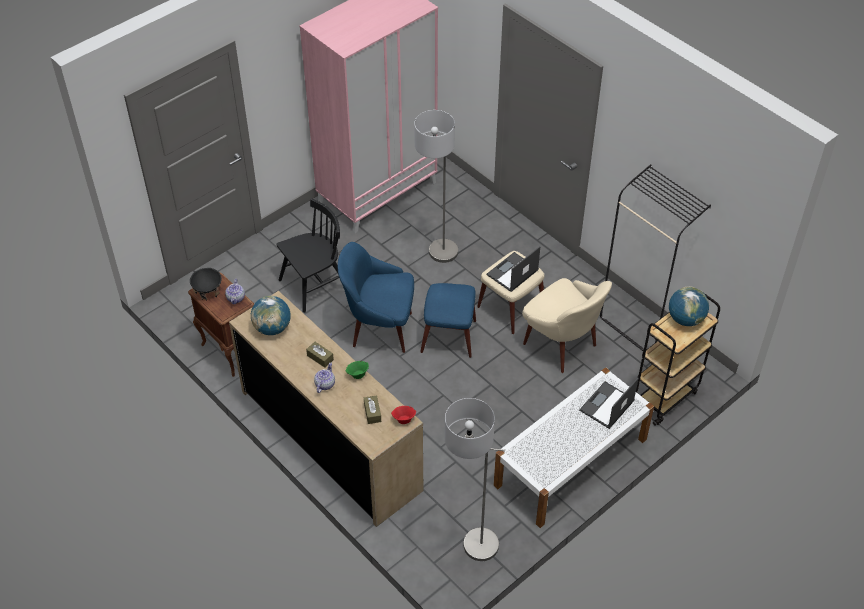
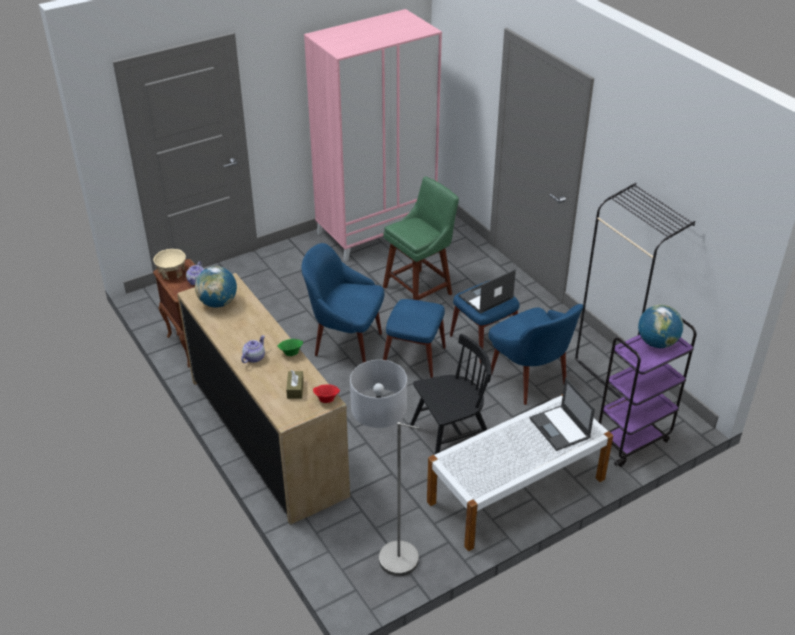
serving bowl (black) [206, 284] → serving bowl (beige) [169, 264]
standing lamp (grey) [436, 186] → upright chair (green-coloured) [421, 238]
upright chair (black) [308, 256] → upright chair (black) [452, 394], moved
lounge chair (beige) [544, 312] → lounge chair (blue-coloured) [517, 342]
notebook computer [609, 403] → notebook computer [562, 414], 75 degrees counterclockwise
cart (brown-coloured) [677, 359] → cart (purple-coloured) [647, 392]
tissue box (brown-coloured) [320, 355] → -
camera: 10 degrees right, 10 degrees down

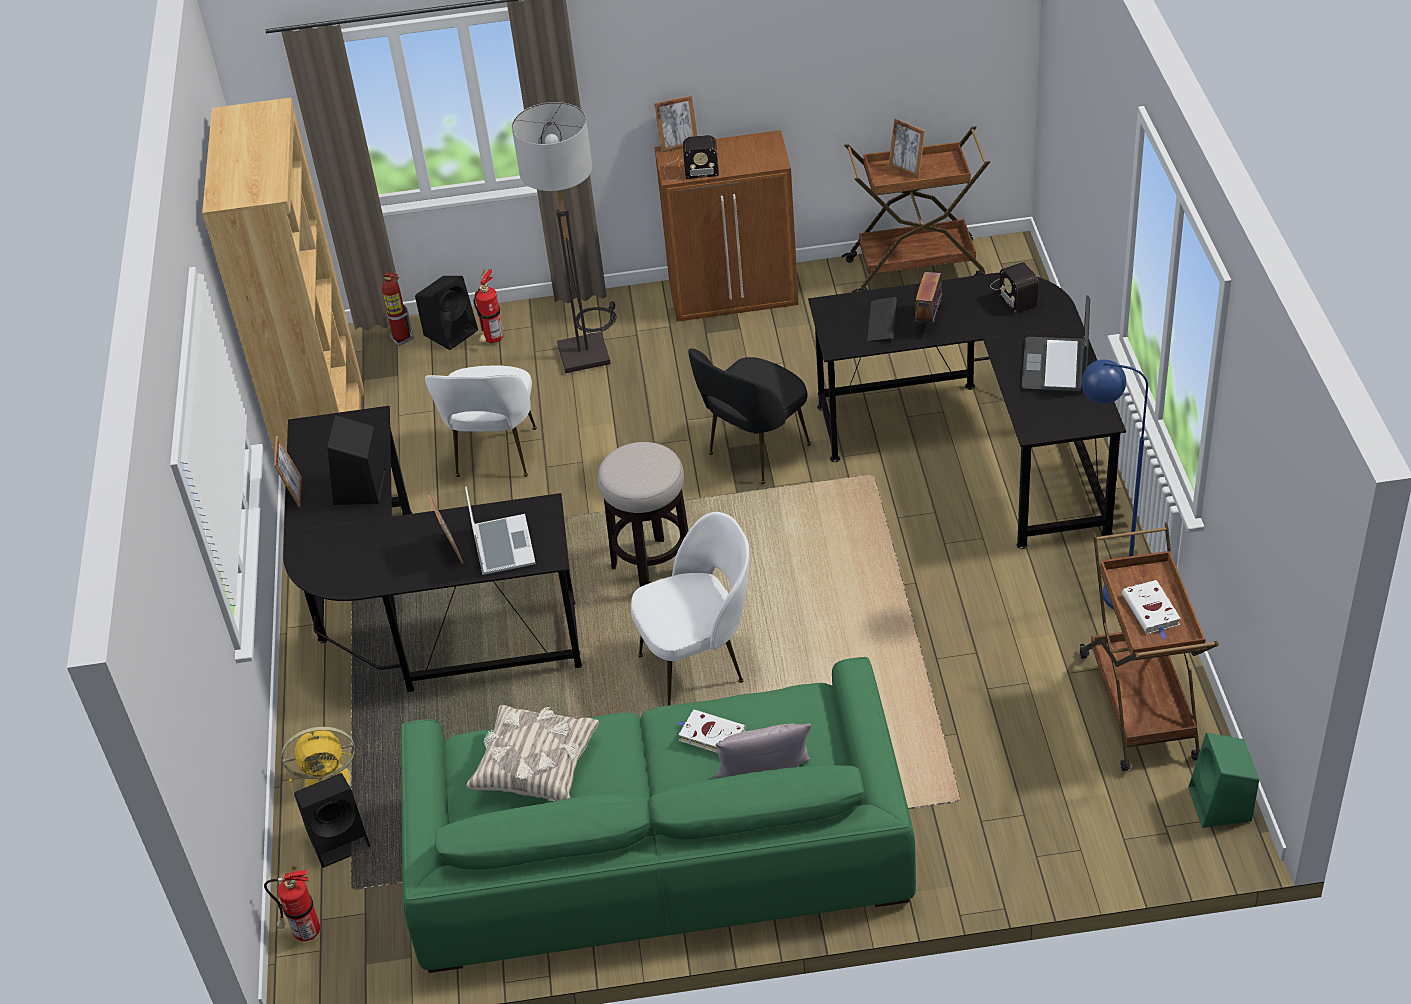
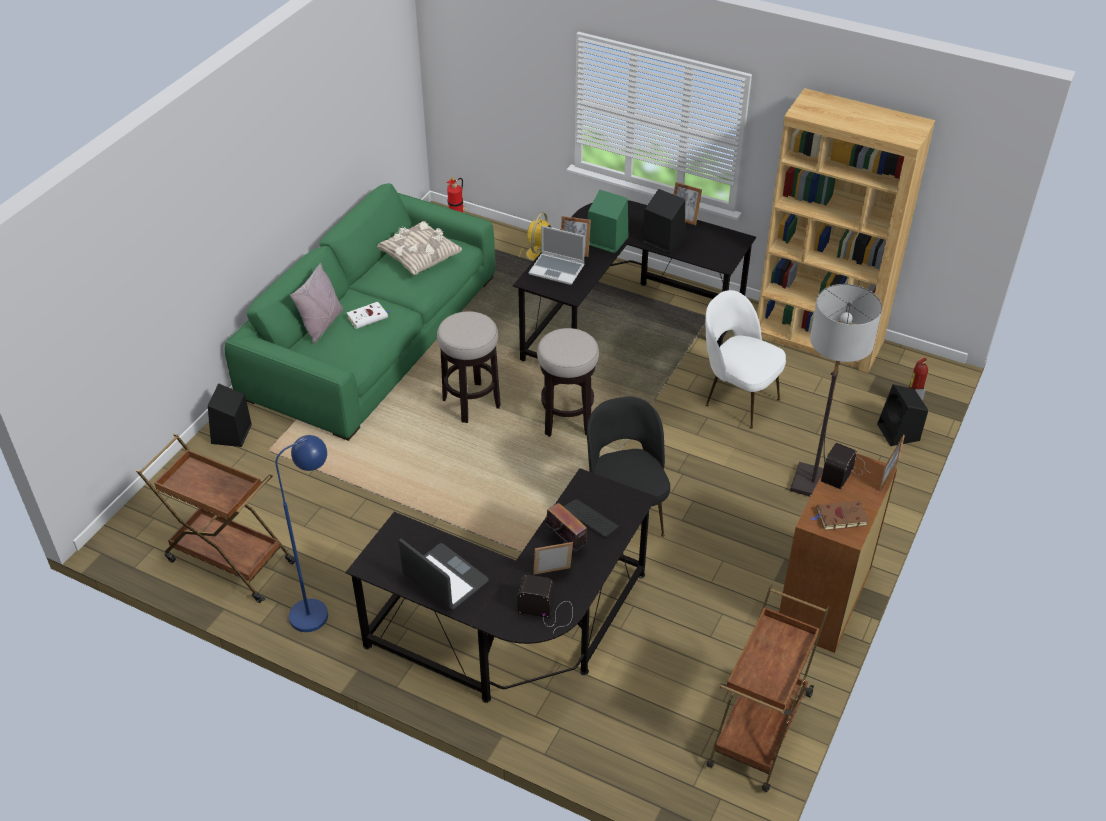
audio speaker (black) [332, 820] → audio speaker (black) [230, 415], moved
upright chair (whitish) [690, 609] → stool [469, 367]
standing frame [907, 148] → standing frame [553, 558], moved
audio speaker (green-coloured) [1223, 780] → audio speaker (green-coloured) [608, 221], moved
- → book (brown-coloured) [839, 515]
fire extinguisher [489, 306] → -
book (whitish) [1151, 609] → -
camera: 120 degrees right, 0 degrees up

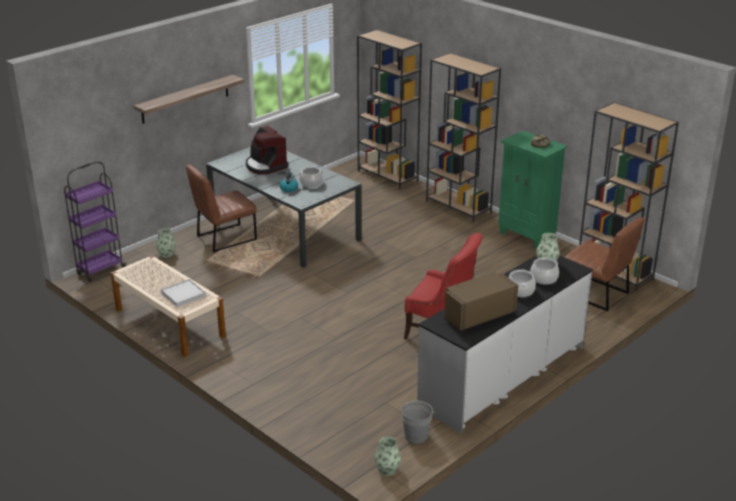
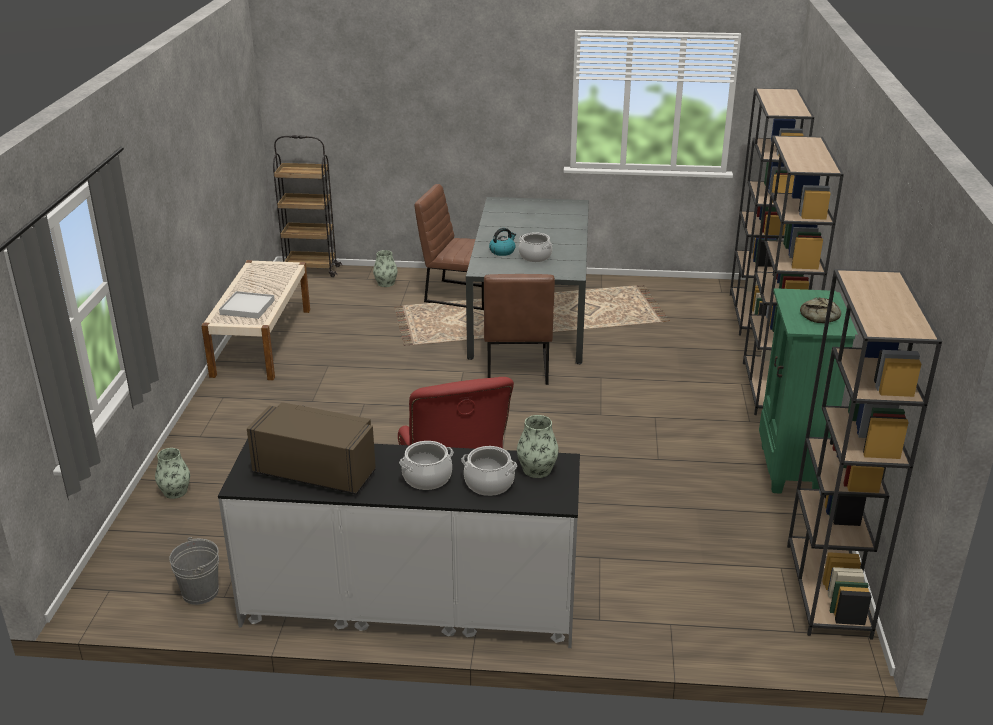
vase [388, 456] → vase [172, 473], moved
cart (purple-coloured) [95, 222] → cart (brown-coloured) [307, 206]
upright chair (brown-coloured) [605, 264] → upright chair (brown-coloured) [519, 329], moved
bracket shelf [189, 99] → -
coffee brewer [267, 150] → -
camera: 50 degrees right, 0 degrees up

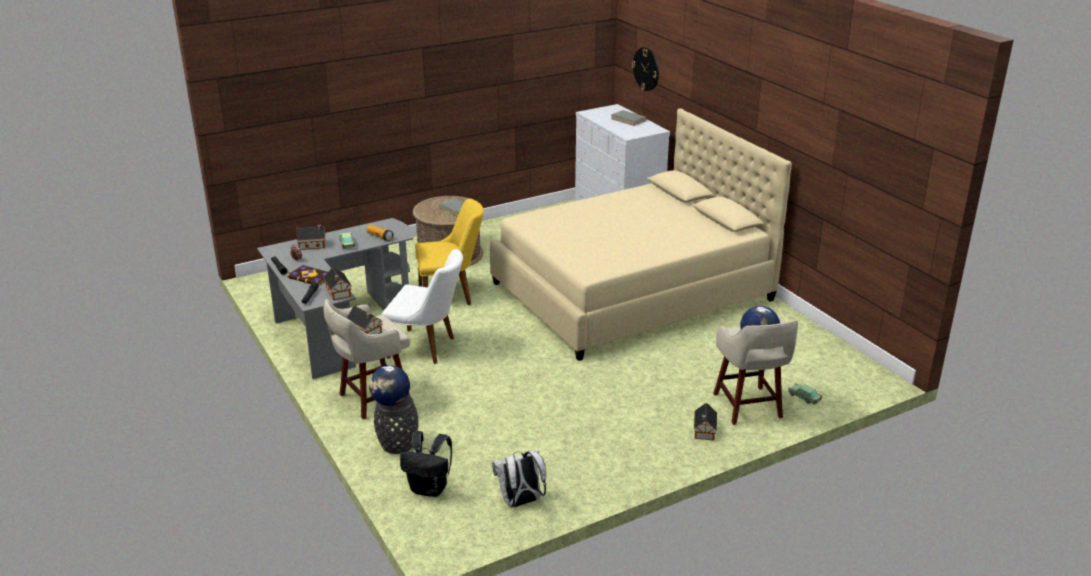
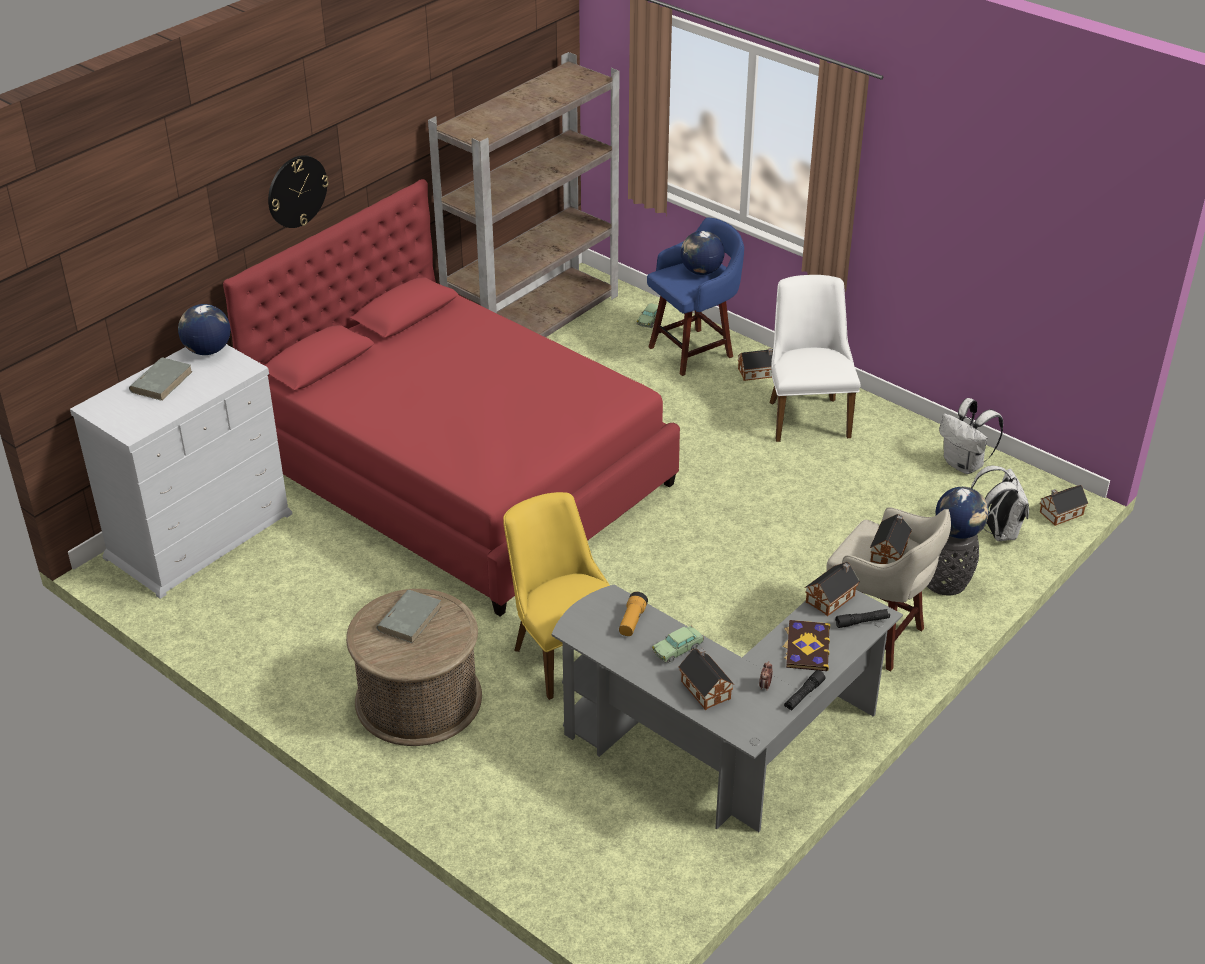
- → globe [204, 329]
bedroom bed (beige) [641, 234] → bedroom bed (red) [451, 397]
clock on the wall [645, 69] → clock on the wall [298, 191], moved
- → bookshelf (brown-coloured) [523, 194]
stool (beige) [755, 371] → stool (blue-coloured) [695, 296]
upright chair (whitish) [422, 306] → upright chair (whitish) [815, 358], moved
knapsack (black) [426, 464] → knapsack (whitish) [1000, 503]
- → model house [1064, 505]
camera: 110 degrees left, 10 degrees up

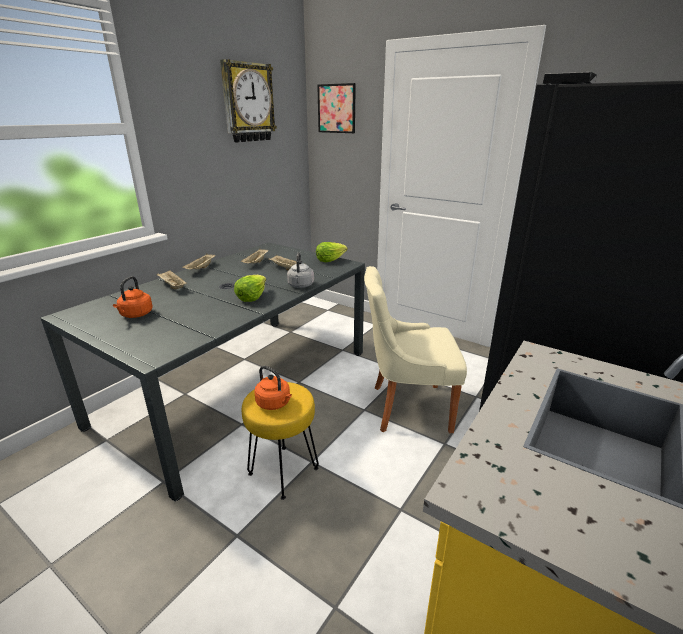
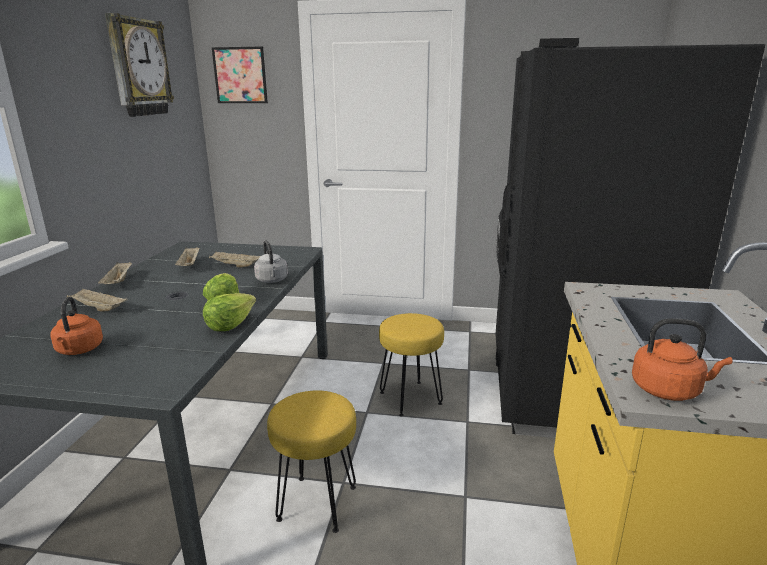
head of lettuce [332, 252] → head of lettuce [229, 312], moved
upright chair (beige) [415, 349] → stool (yellow-coloured) [411, 365]
tea kettle (orangey) [273, 388] → tea kettle (orangey) [682, 359], moved
camera: 25 degrees left, 5 degrees down

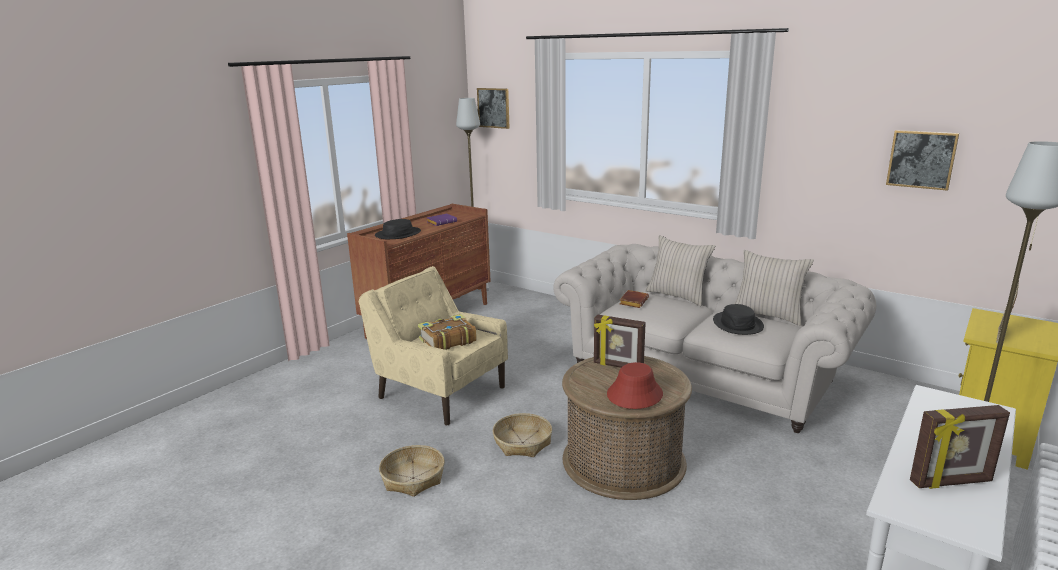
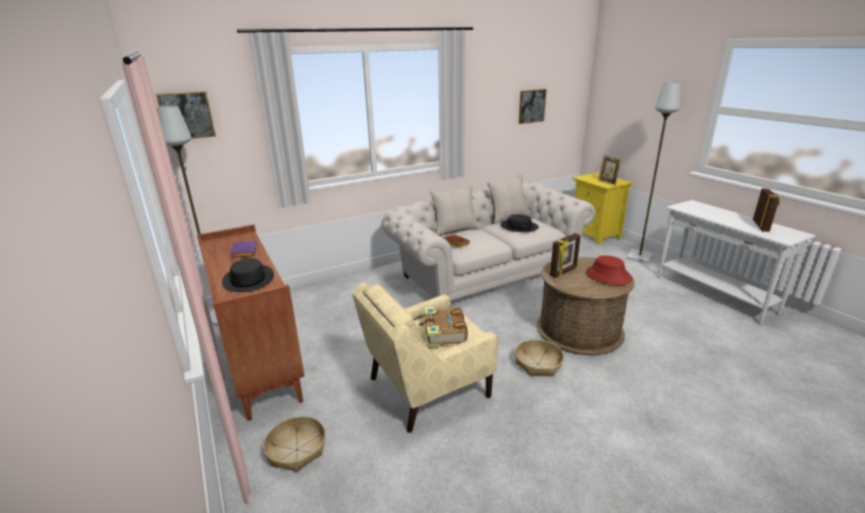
household basket [411, 471] → household basket [294, 444], moved
camera: 65 degrees left, 5 degrees up

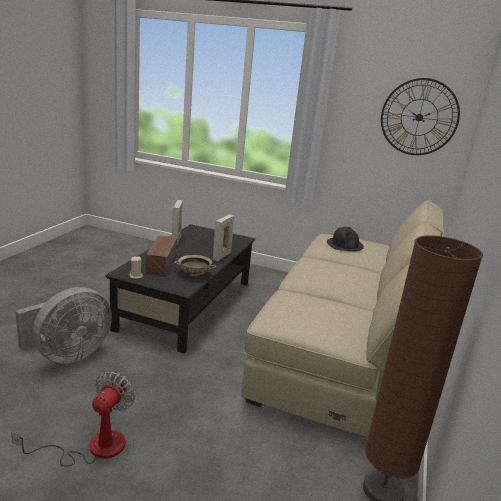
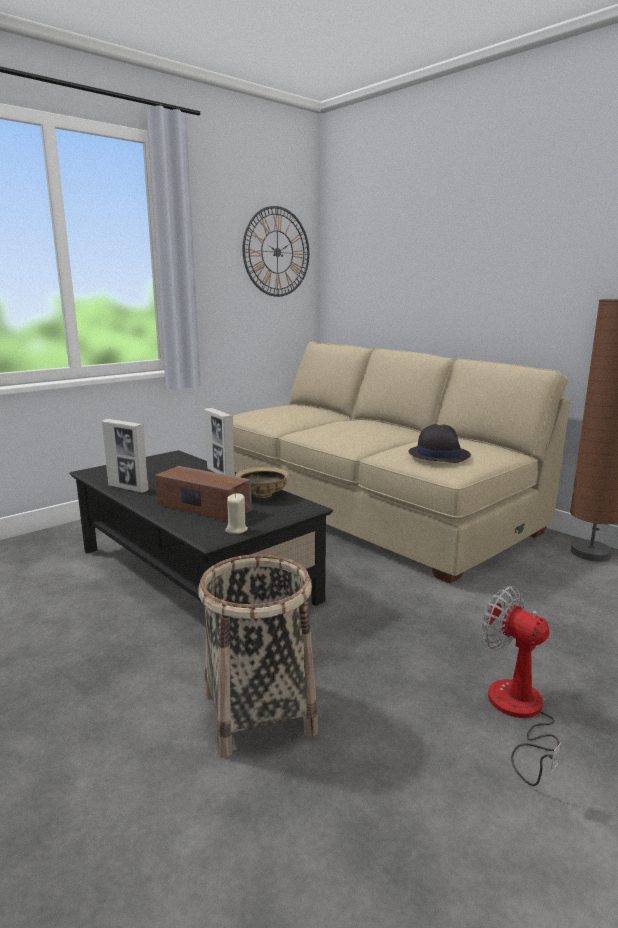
electric fan (grey) [63, 325] → household basket [258, 655]
hat (black) [345, 239] → hat (black) [440, 443], moved
camera: 60 degrees left, 5 degrees down

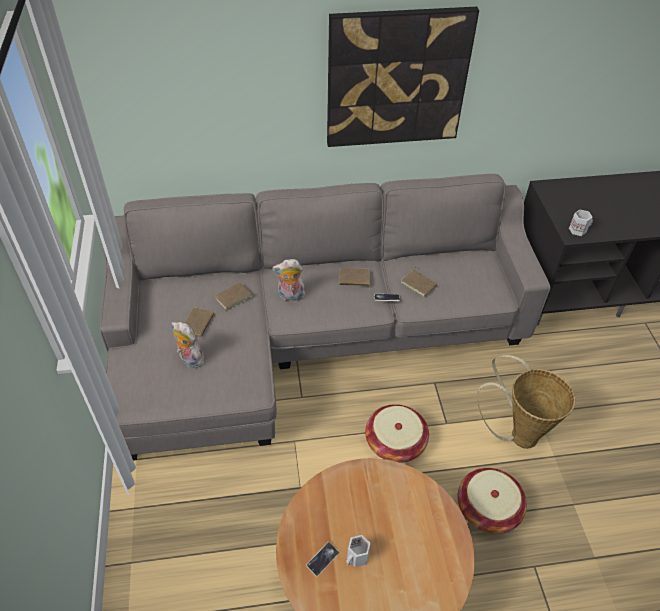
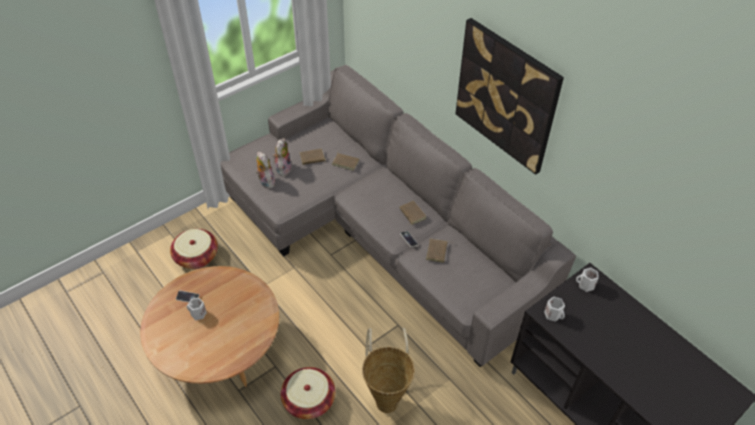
household basket [397, 433] → household basket [194, 249], moved
cuddly toy [288, 280] → cuddly toy [265, 170], moved
- → mug (whitish) [587, 280]
camera: 60 degrees right, 0 degrees up

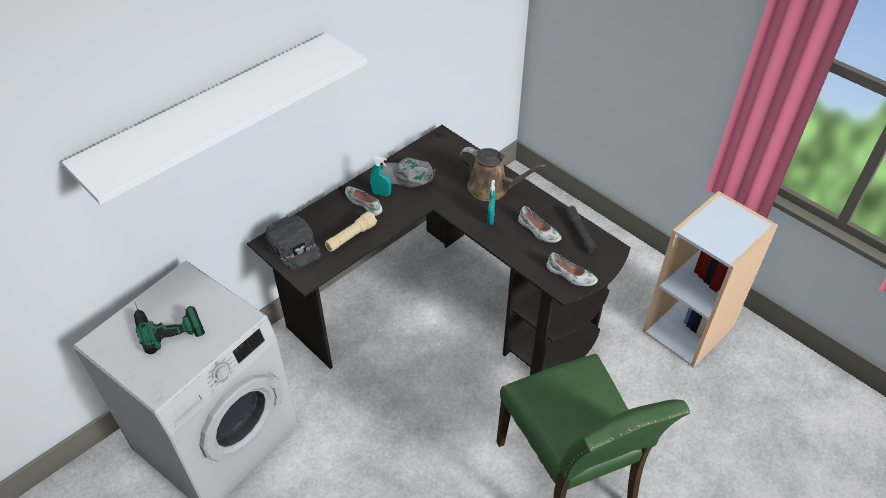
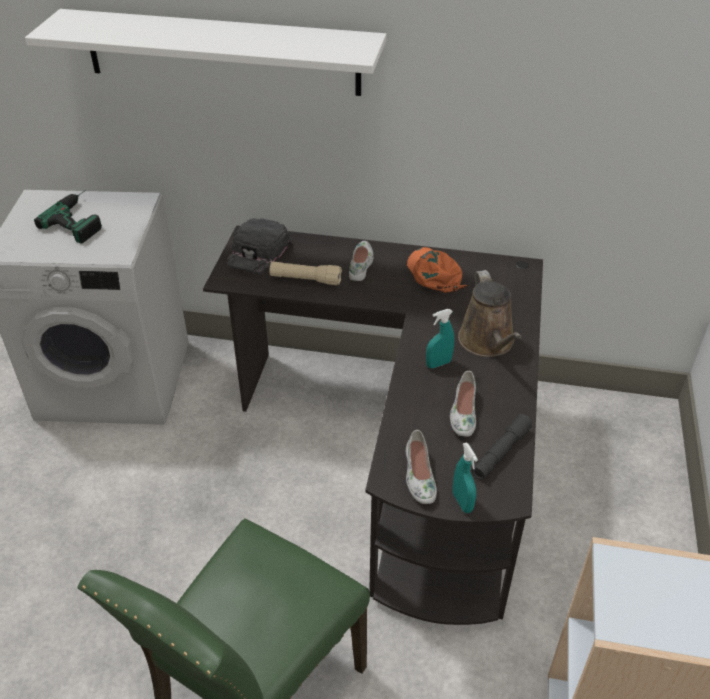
baseball cap (grey) [408, 173] → baseball cap (orangey) [437, 270]
sprayer (turquoise-coloured) [380, 176] → sprayer (turquoise-coloured) [465, 478], moved
camera: 55 degrees right, 5 degrees down

